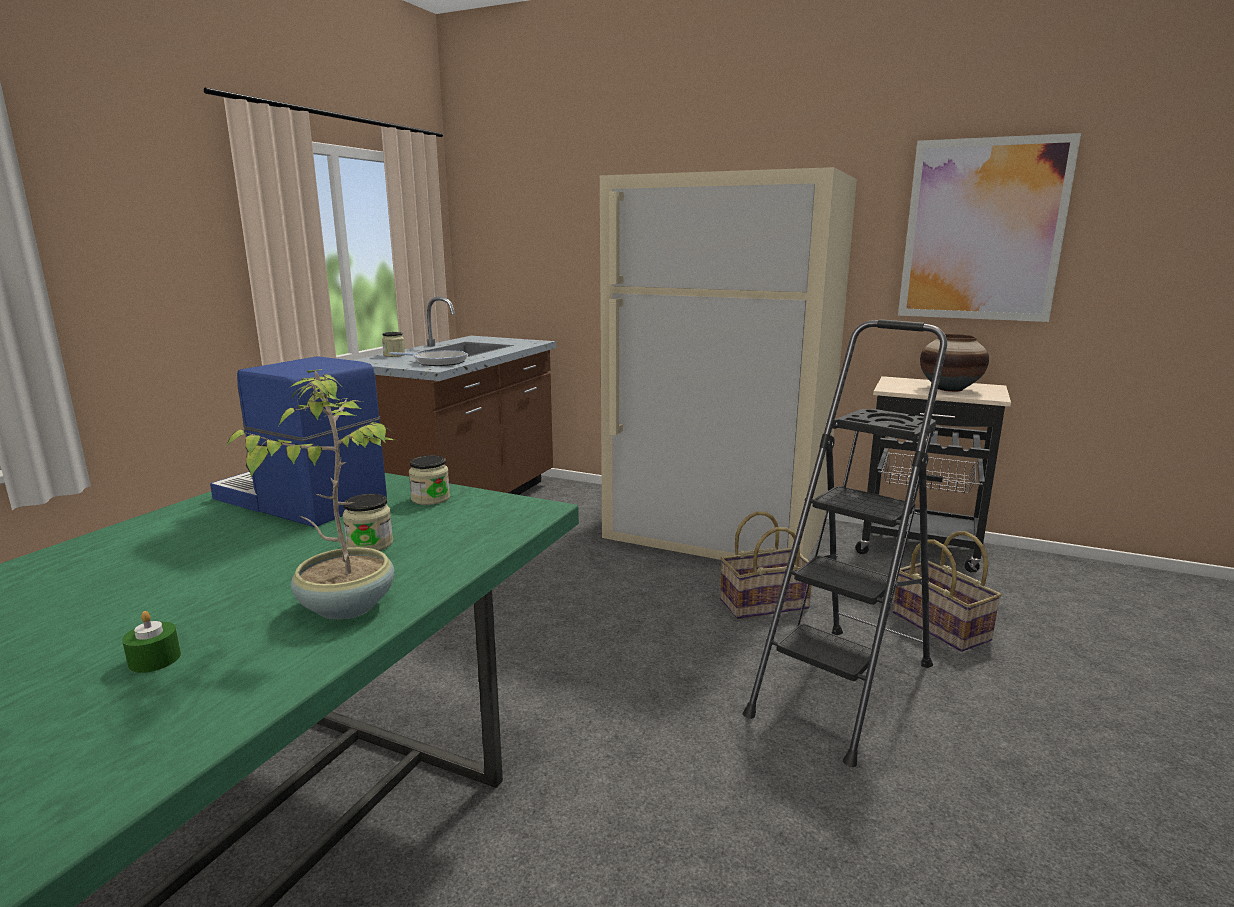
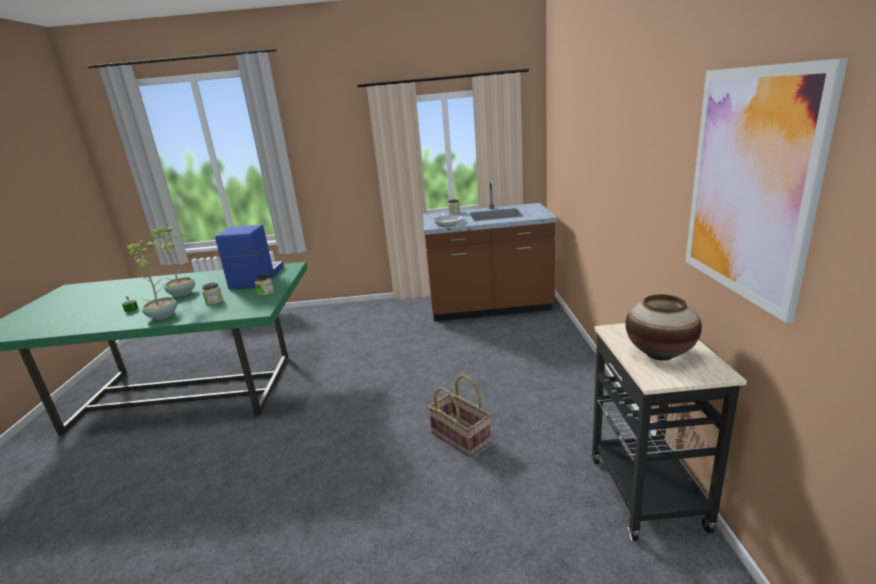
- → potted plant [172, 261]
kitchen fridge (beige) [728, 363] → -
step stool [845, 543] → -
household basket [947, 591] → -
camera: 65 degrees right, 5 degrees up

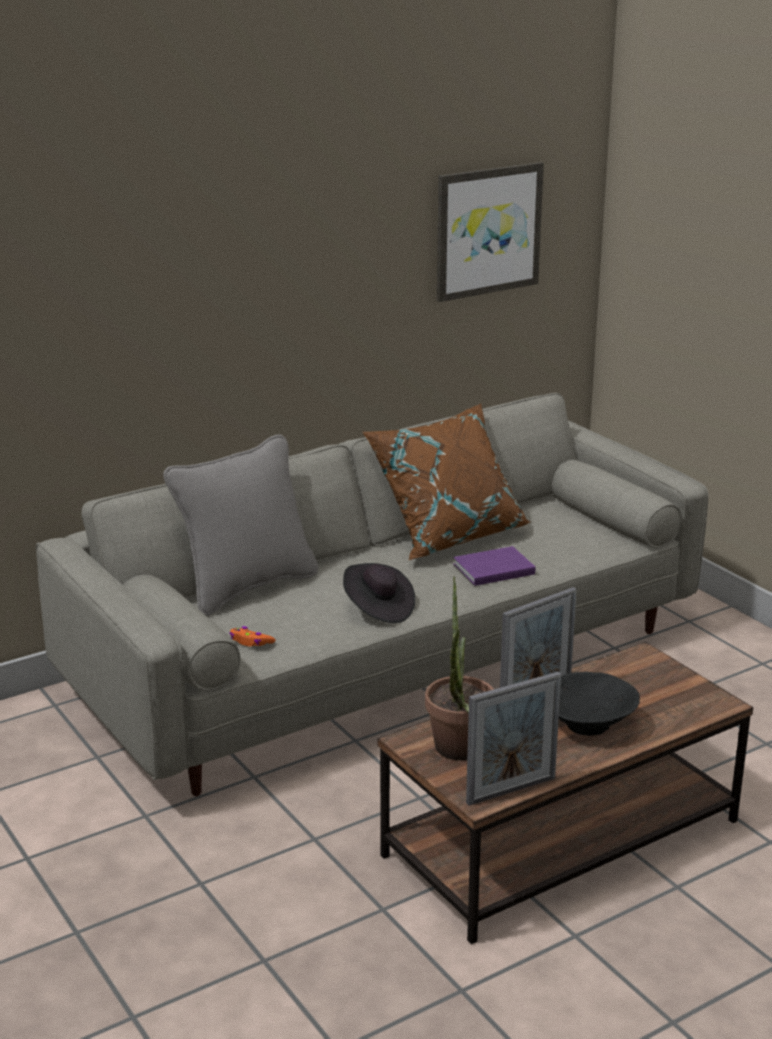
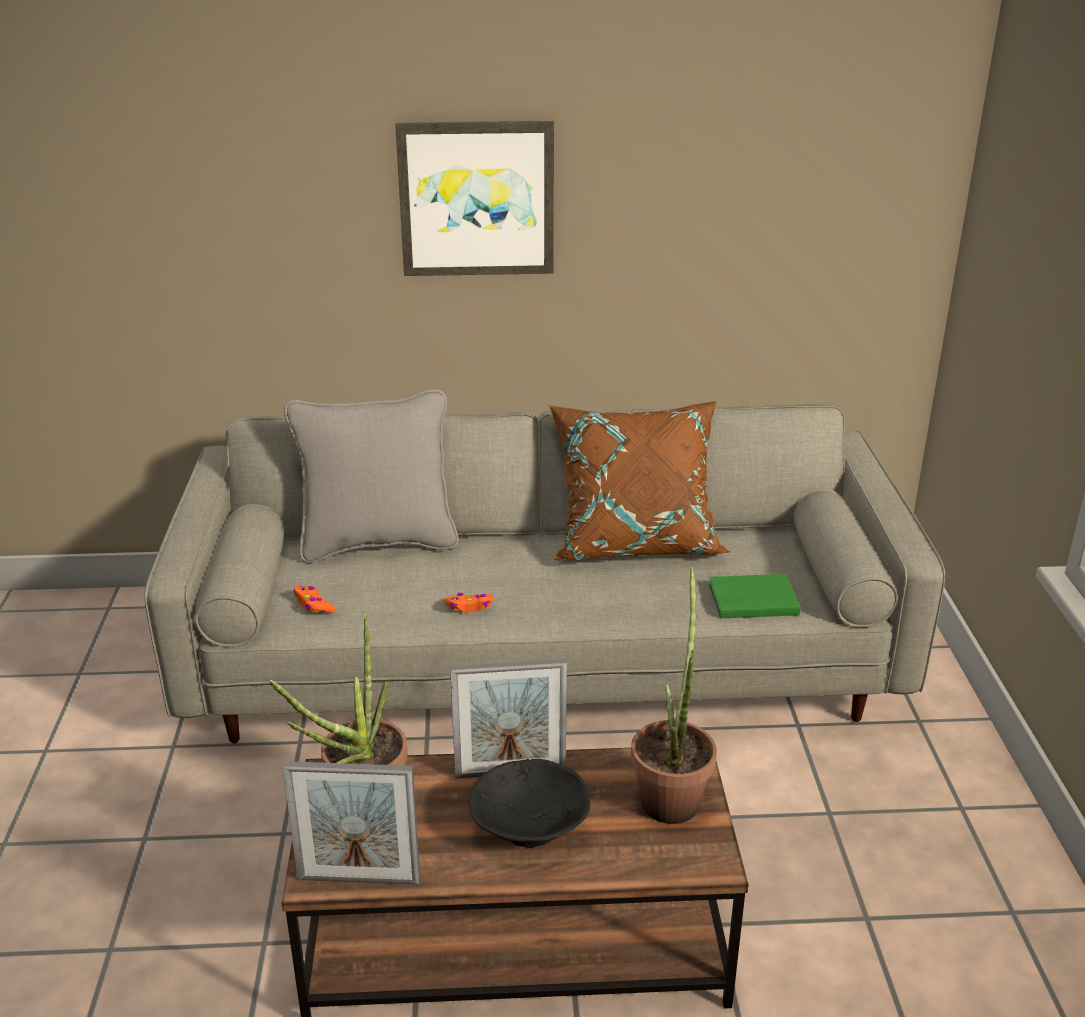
wall art [490, 232] → wall art [474, 198], moved
hat (black) [379, 593] → joypad (orangey) [469, 602]
- → potted plant [674, 695]
- → book (green-coloured) [754, 596]
book (purple-coloured) [494, 566] → -
camera: 30 degrees right, 5 degrees up

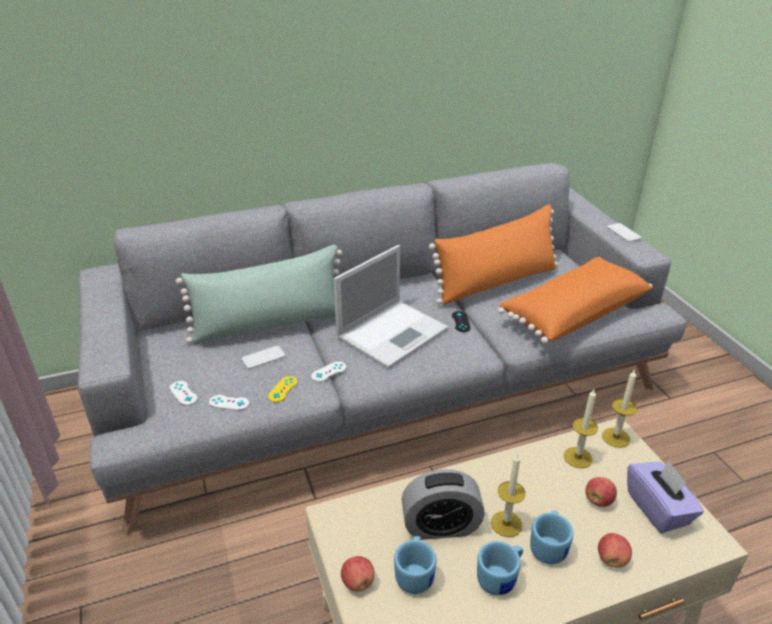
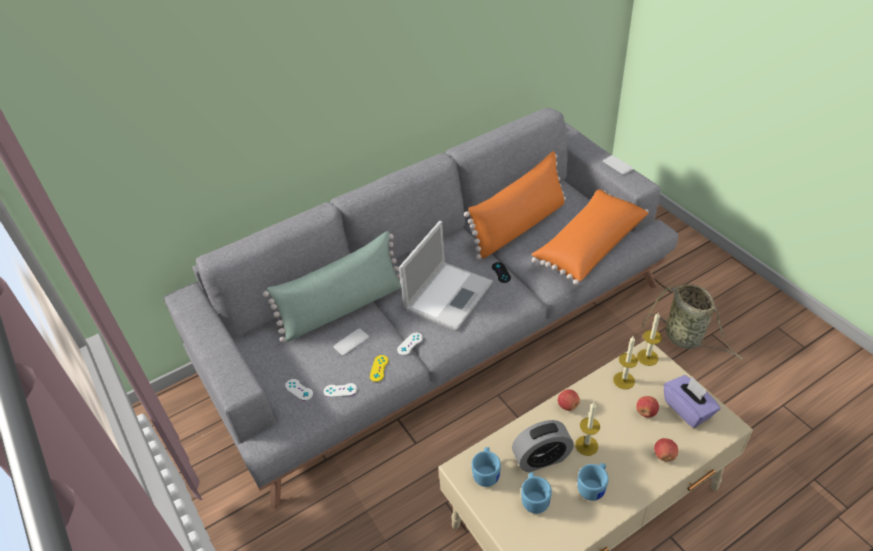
mug (blue-coloured) [552, 537] → mug (blue-coloured) [486, 467], moved
apple [358, 574] → apple [569, 400], moved
- → household basket [692, 322]
camera: 10 degrees left, 10 degrees up

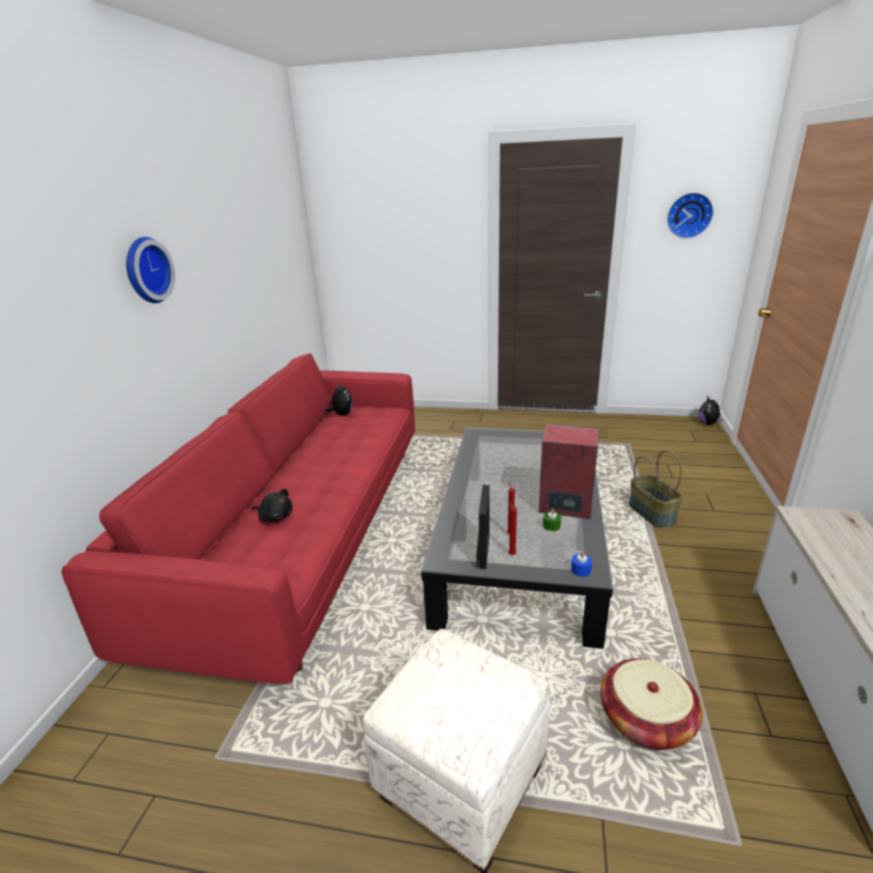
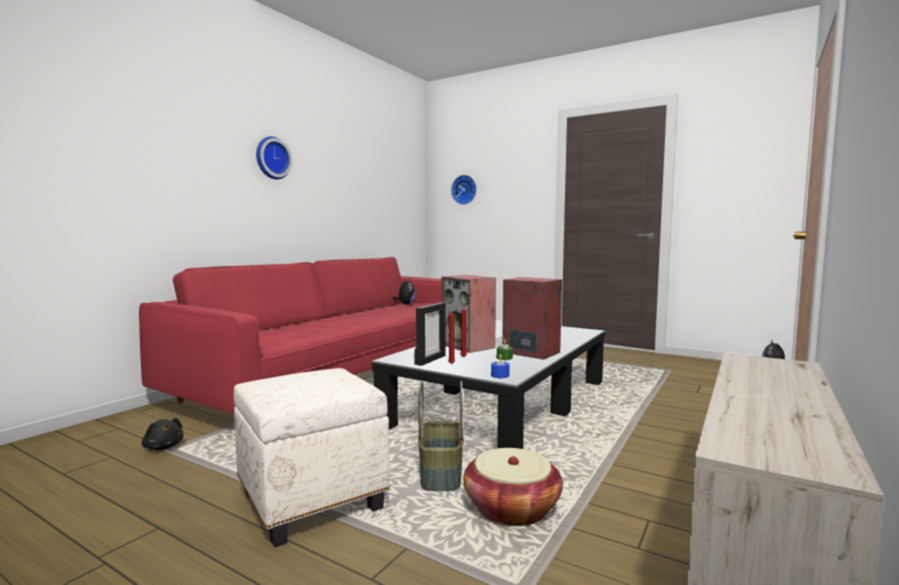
cuddly toy (black) [272, 505] → cuddly toy (black) [162, 434], moved
household basket [656, 489] → household basket [441, 436], moved
- → audio speaker [468, 314]
clock on the wall [690, 215] → clock on the wall [464, 190], moved
camera: 20 degrees right, 20 degrees down

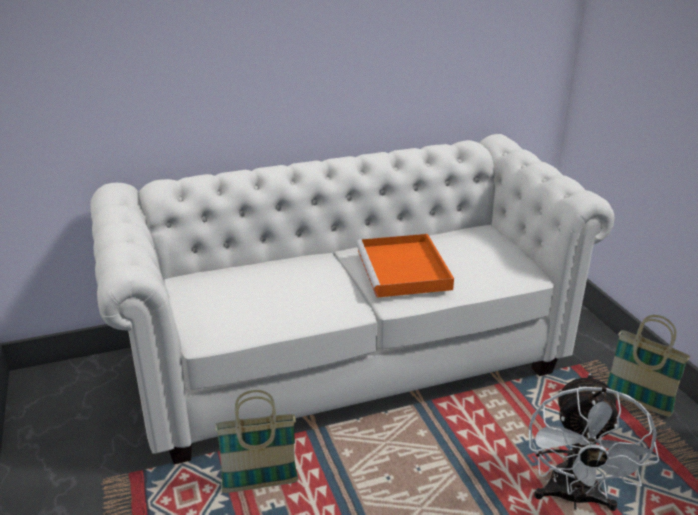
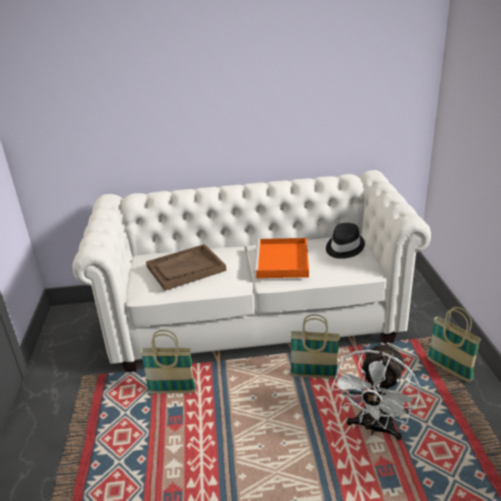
- → carrying tray (brown-coloured) [186, 267]
- → household basket [315, 346]
- → hat (black) [345, 241]
camera: 15 degrees right, 0 degrees up

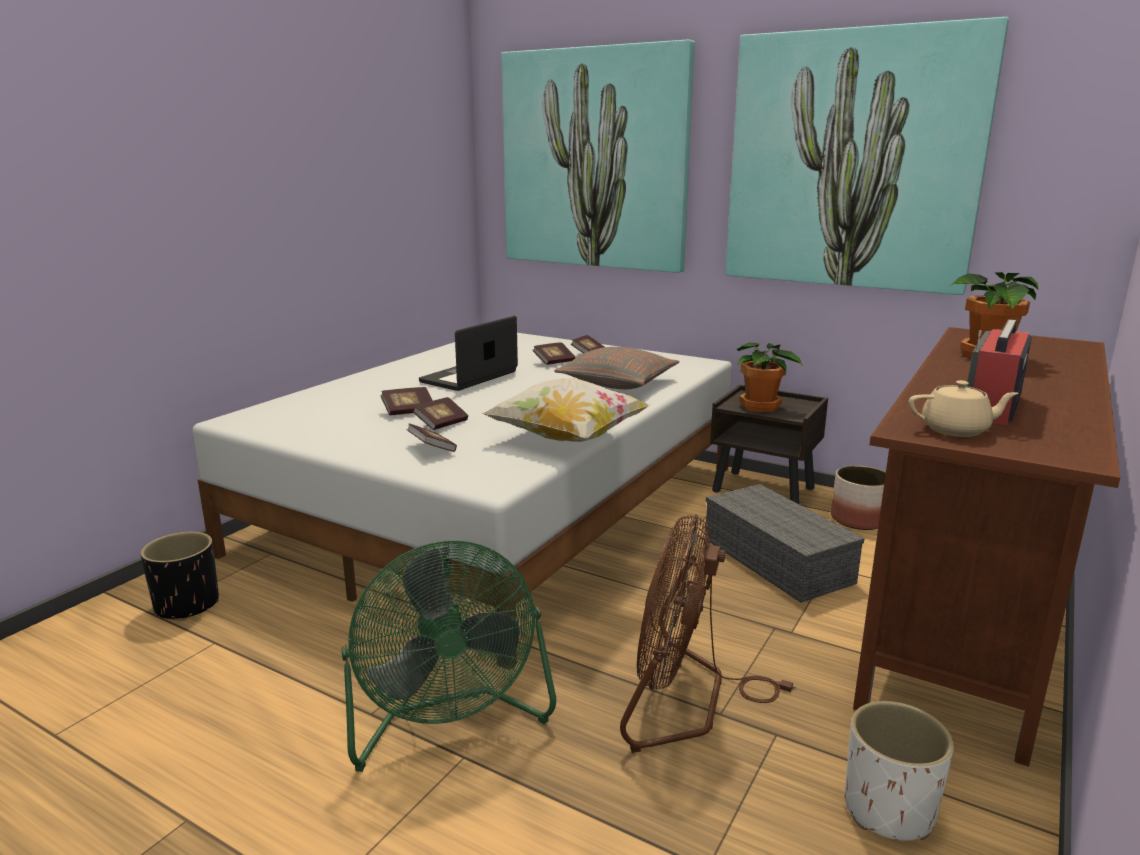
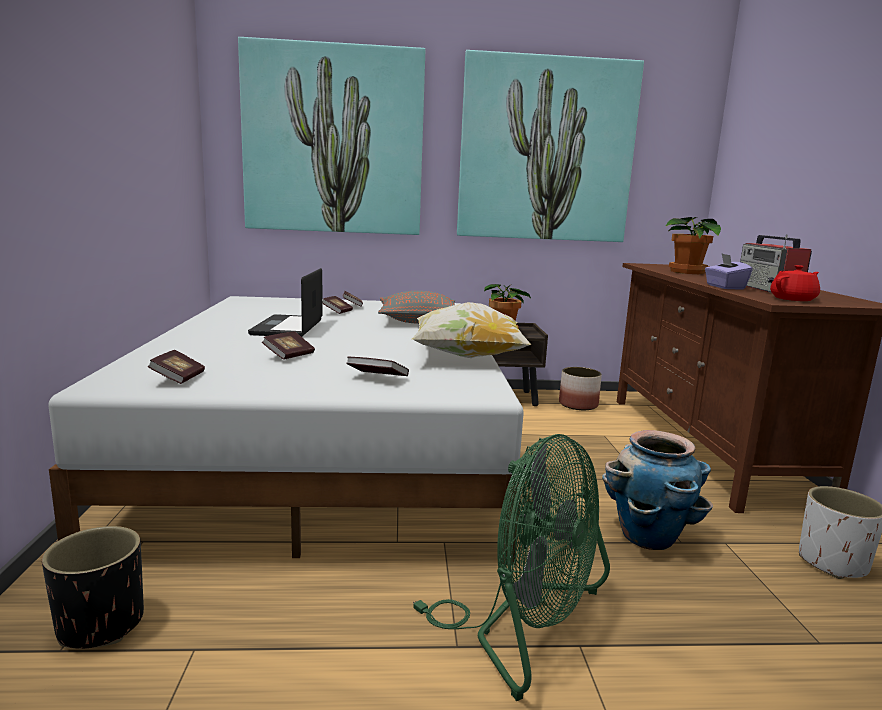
book [440, 413] → book [176, 367], moved
electric fan (brown-coloured) [707, 633] → plant pot [657, 490]
- → tissue box (purple-coloured) [729, 271]
pot for tea (beige) [964, 408] → pot for tea (red) [795, 283]
storage box (grey) [784, 543] → -
camera: 35 degrees left, 5 degrees down

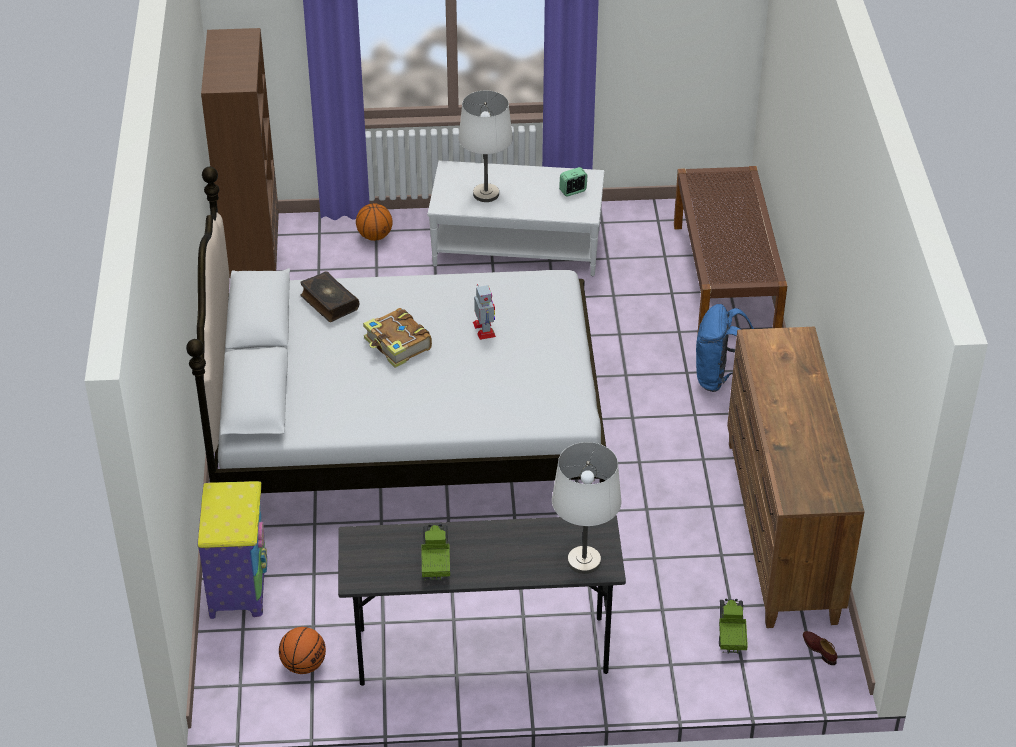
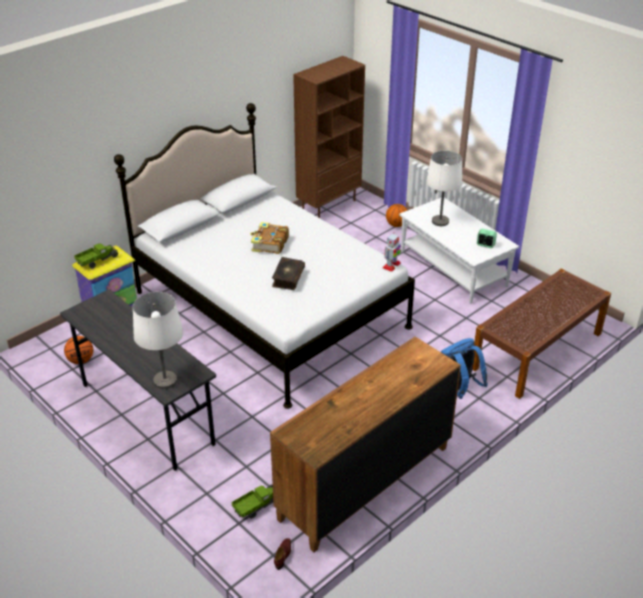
model truck [435, 552] → model truck [96, 255], moved
book [329, 296] → book [288, 273], moved
toy robot [484, 312] → toy robot [392, 253], moved
camera: 50 degrees right, 5 degrees down

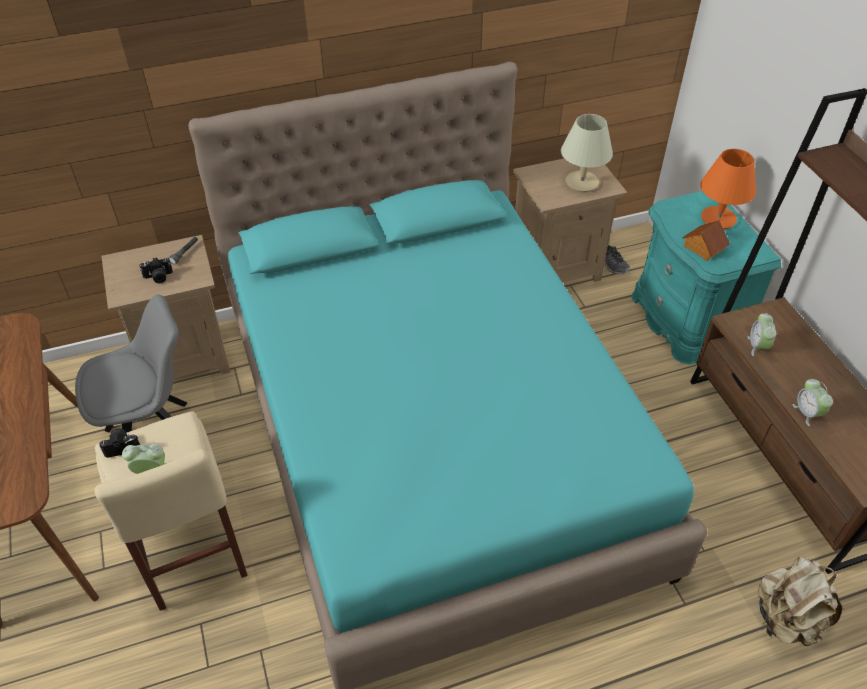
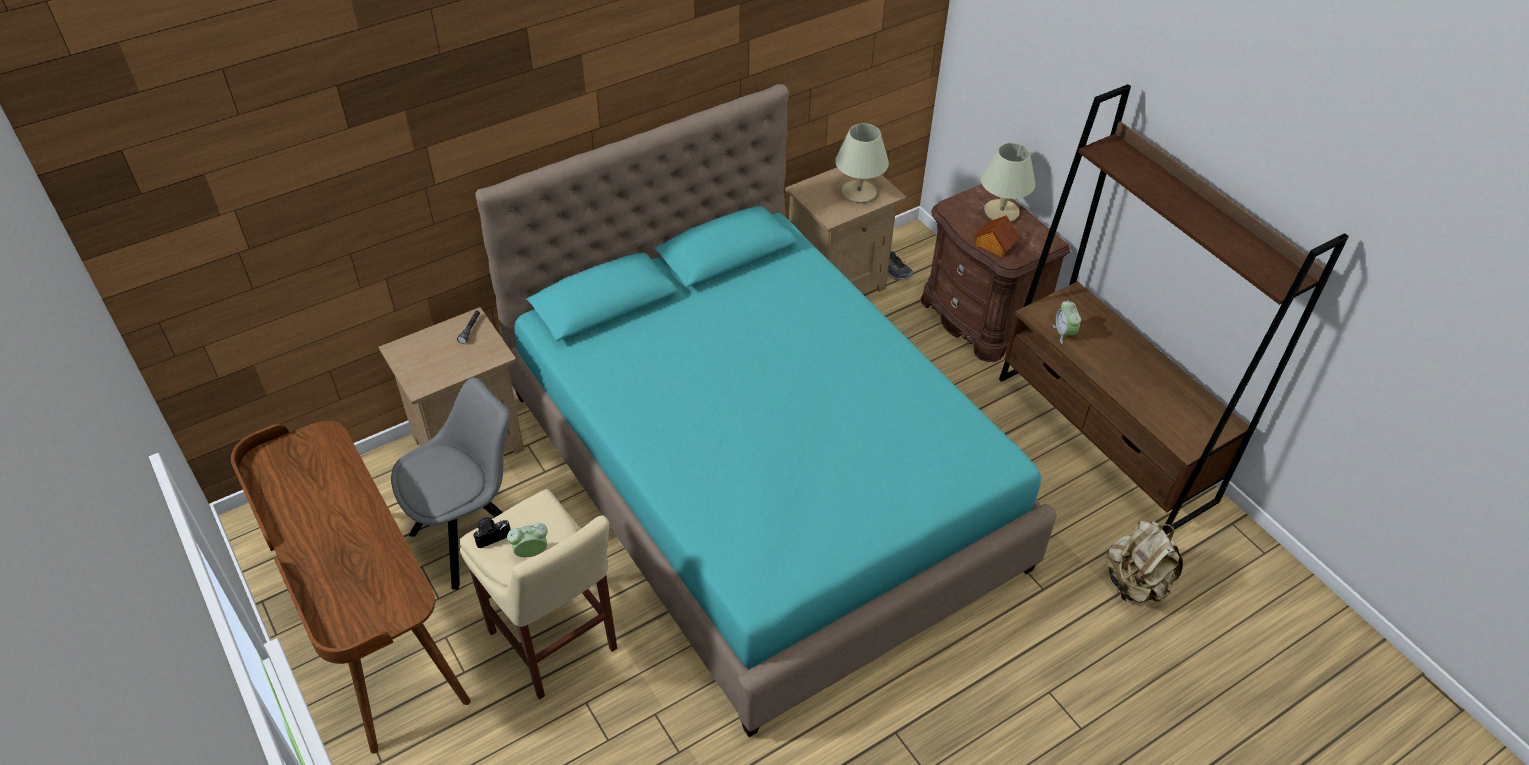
night table (turquoise-coloured) [706, 278] → night table (brown-coloured) [995, 273]
table lamp (orangey) [728, 189] → table lamp (beige) [1008, 182]
photo camera [156, 270] → -
table clock [812, 402] → -
camera: 15 degrees left, 0 degrees up

